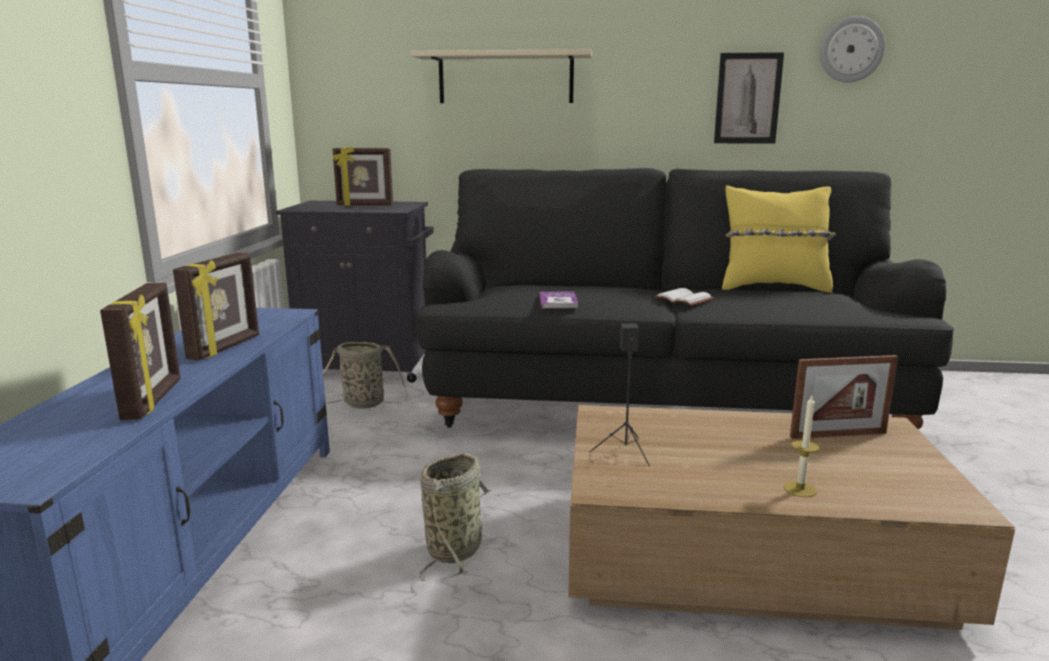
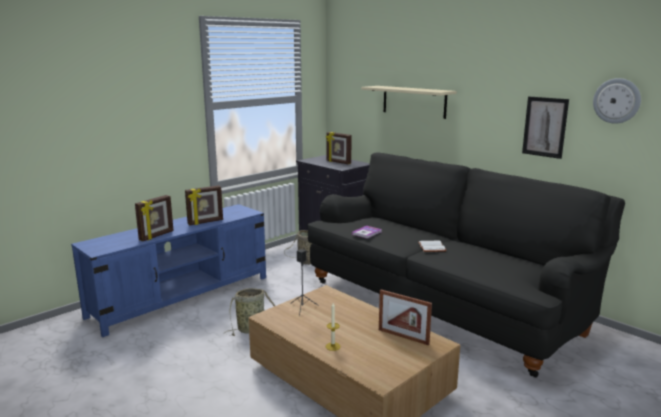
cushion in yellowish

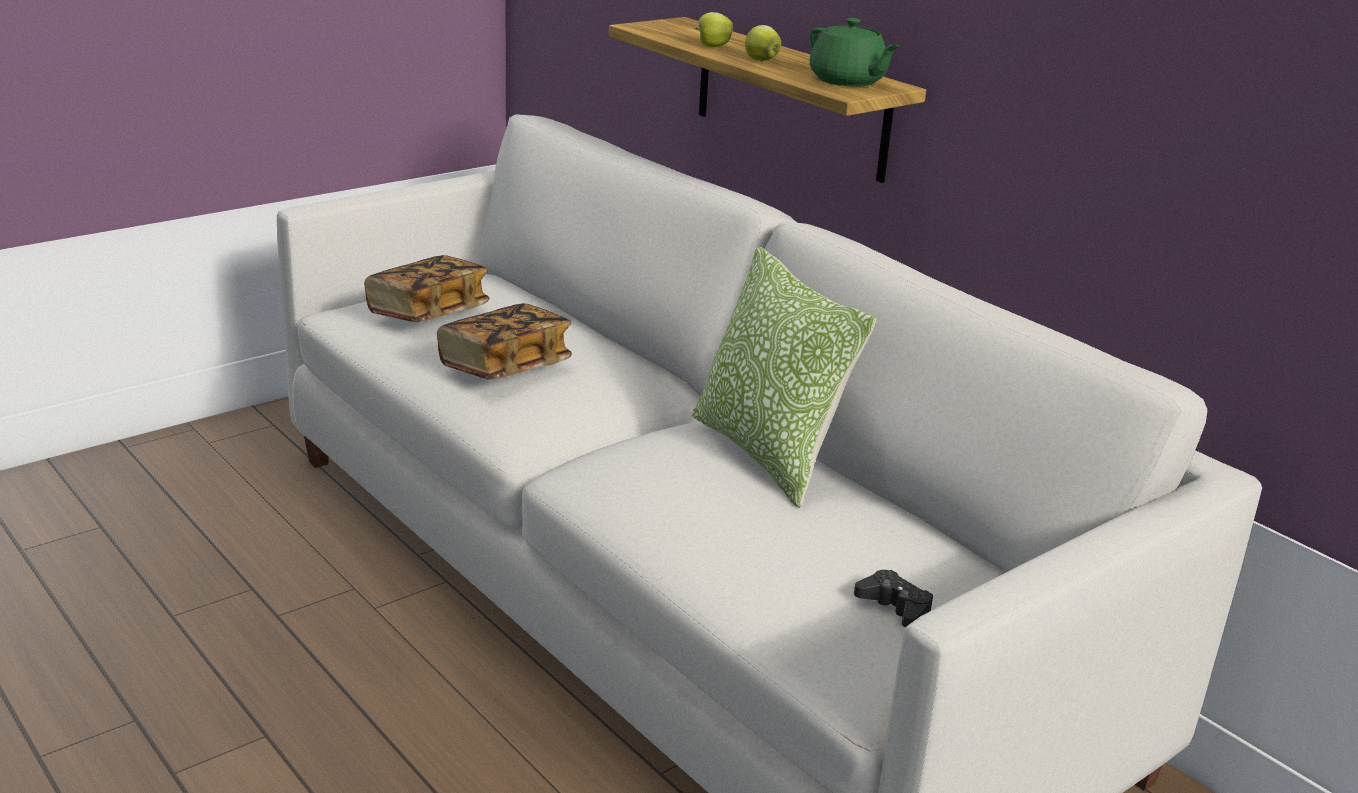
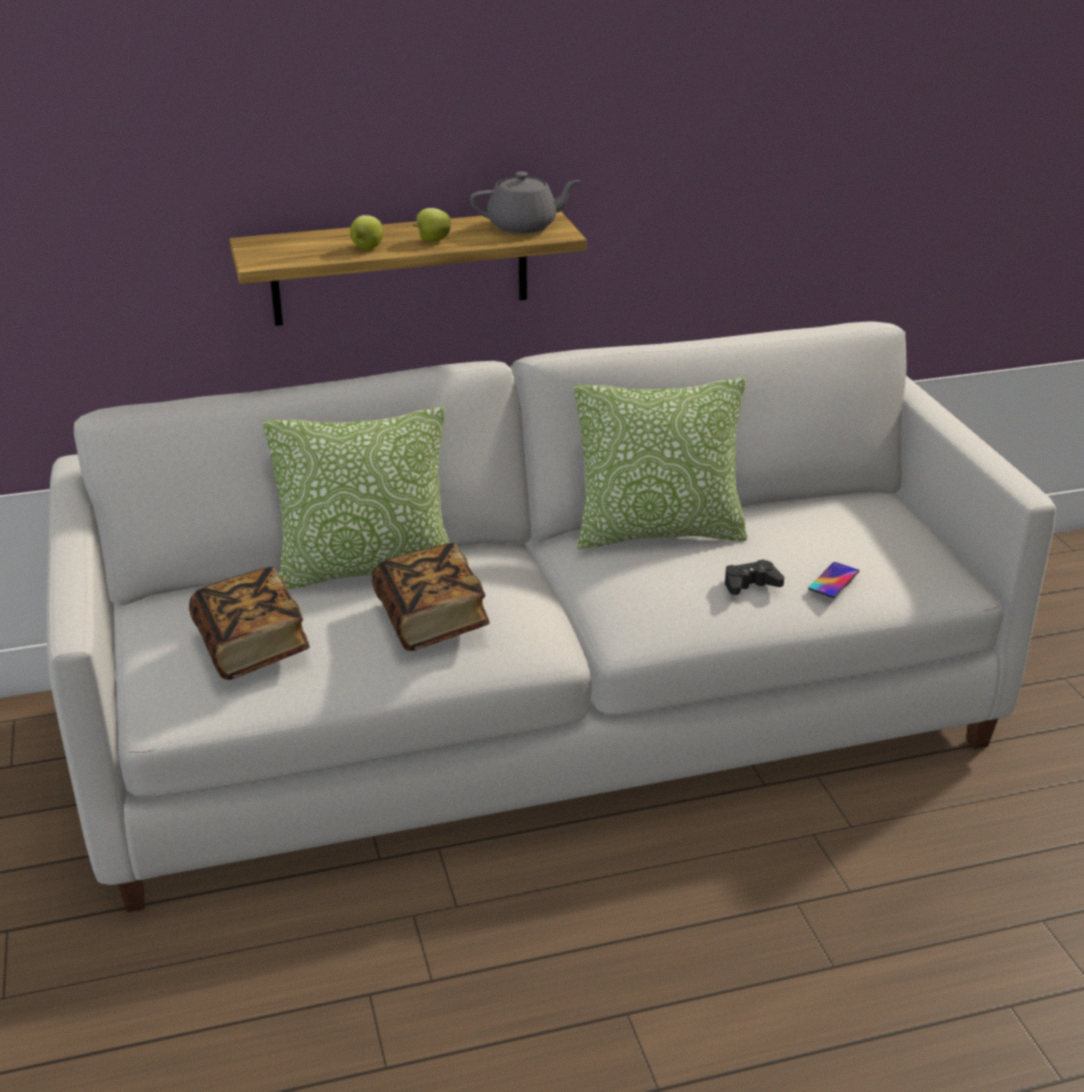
tea pot in gray
gamepad in black-coloured
cushion (1st from left)
telephone

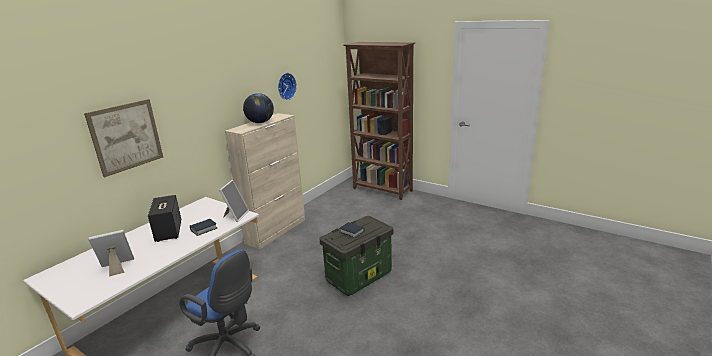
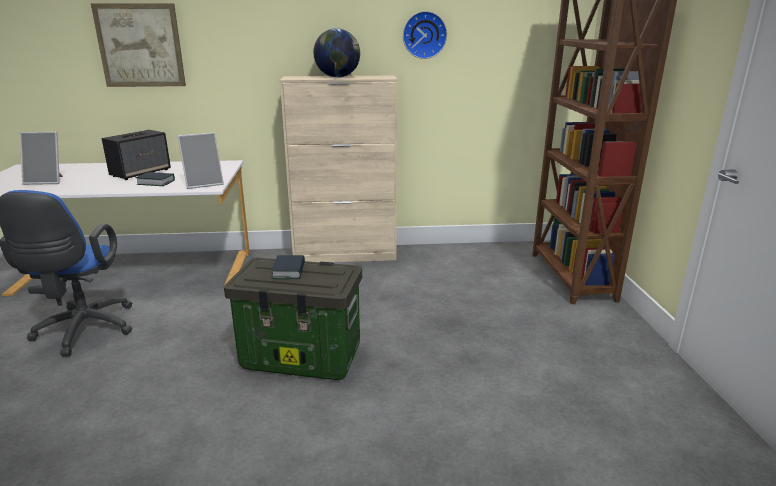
photo frame (1st from left)

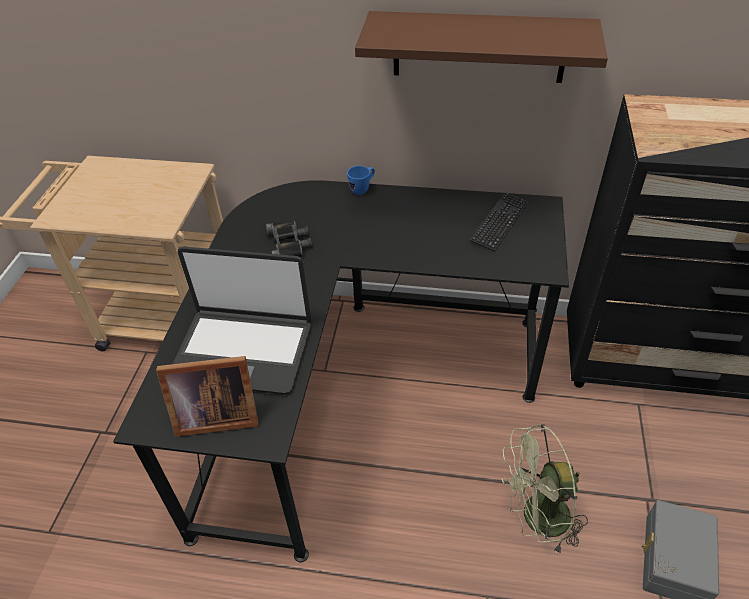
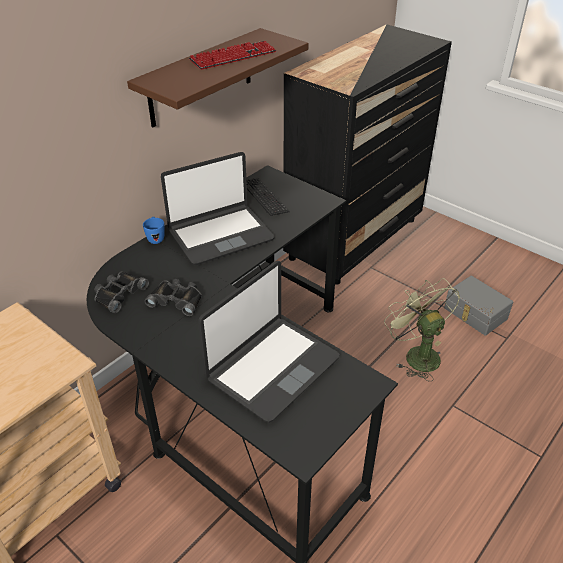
photo frame
cooling fan in green-coloured
keyboard (1st from left)
notebook computer (1st from left)
pair of binoculars in black-coloured (1st from left)

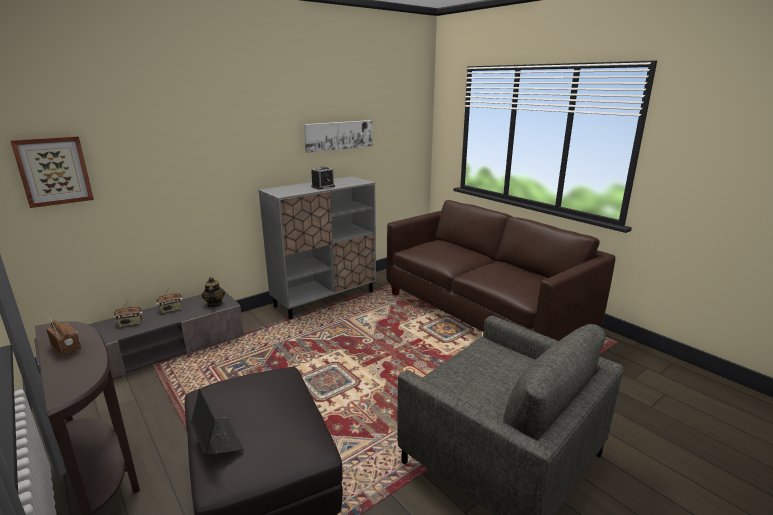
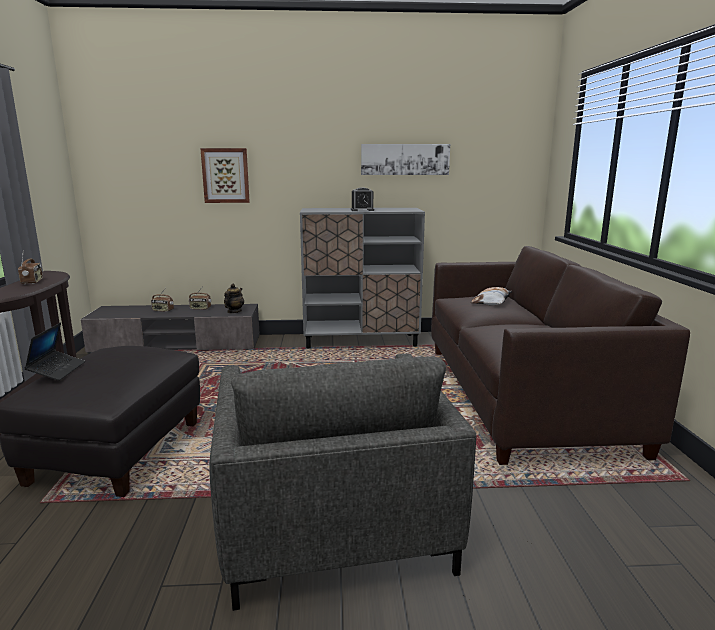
wall art (1st from left)
cushion

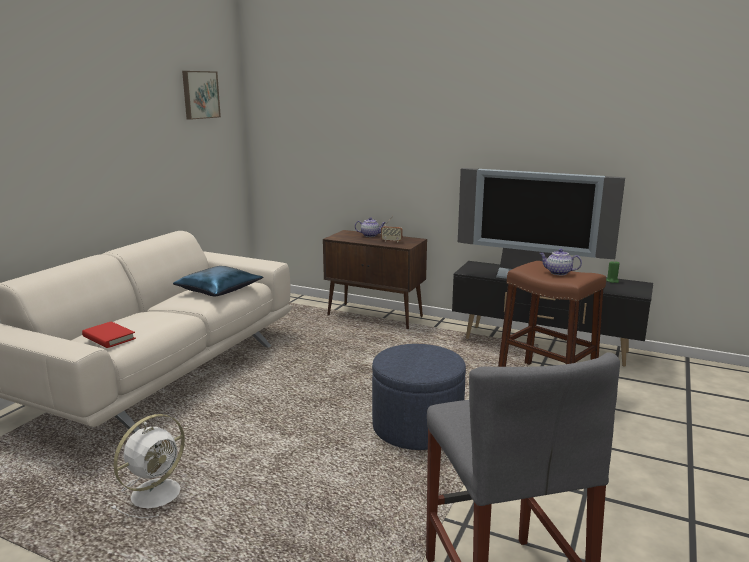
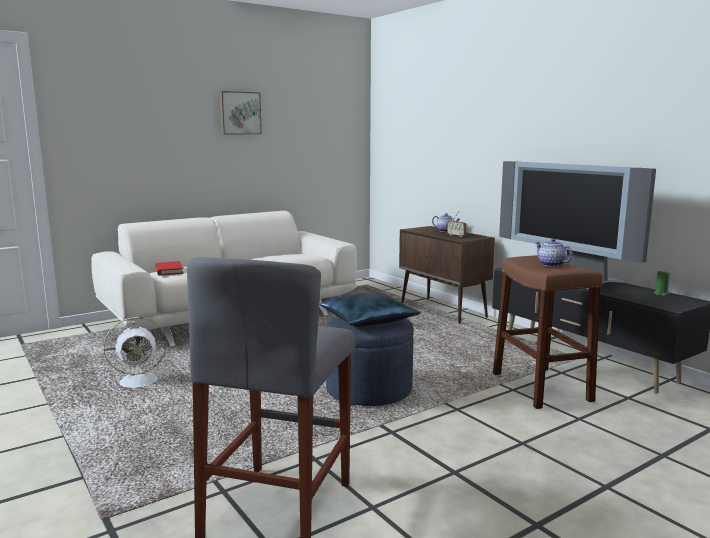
wall art
cushion in blue

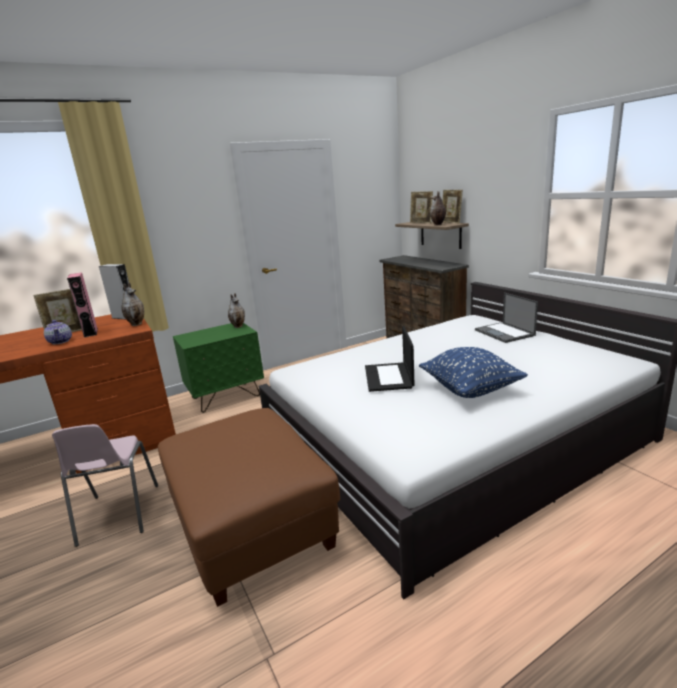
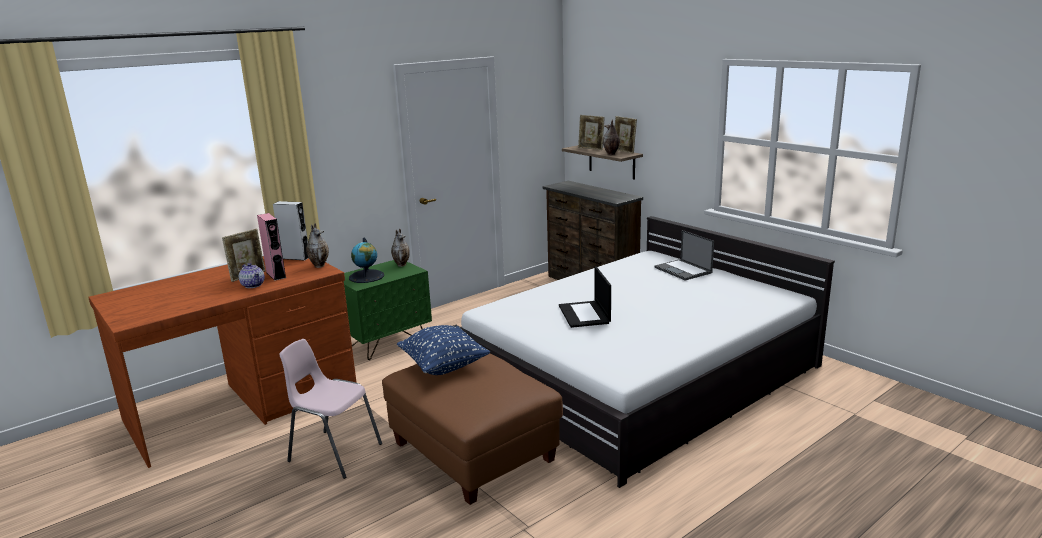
cushion in blue
plain chair in pink-coloured
desk globe

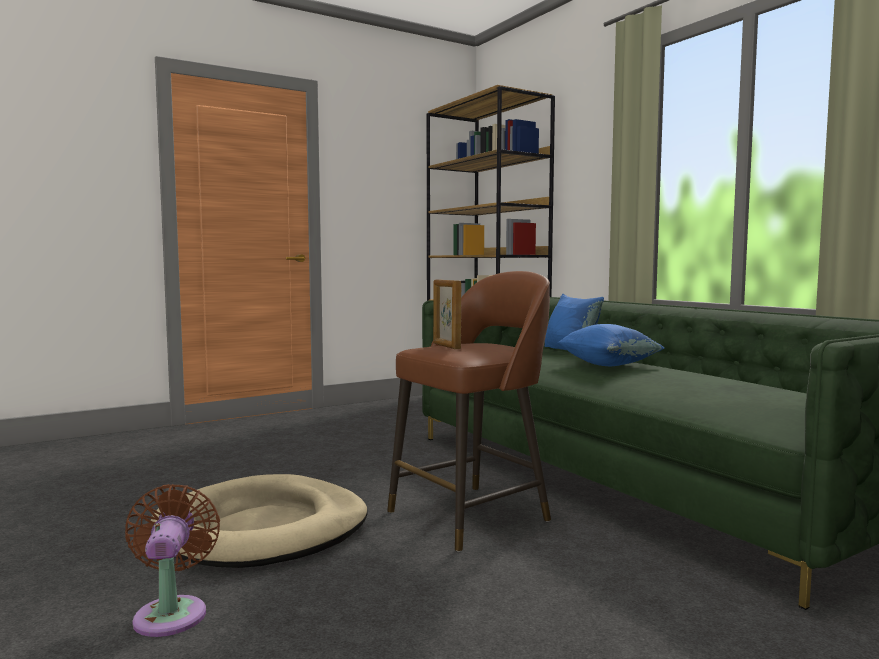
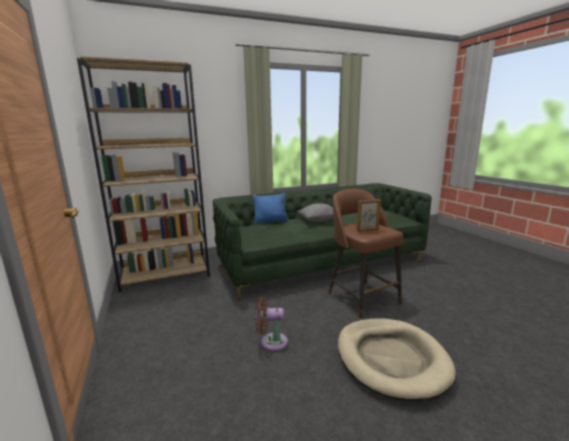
cushion in gray
cooling fan in brownish

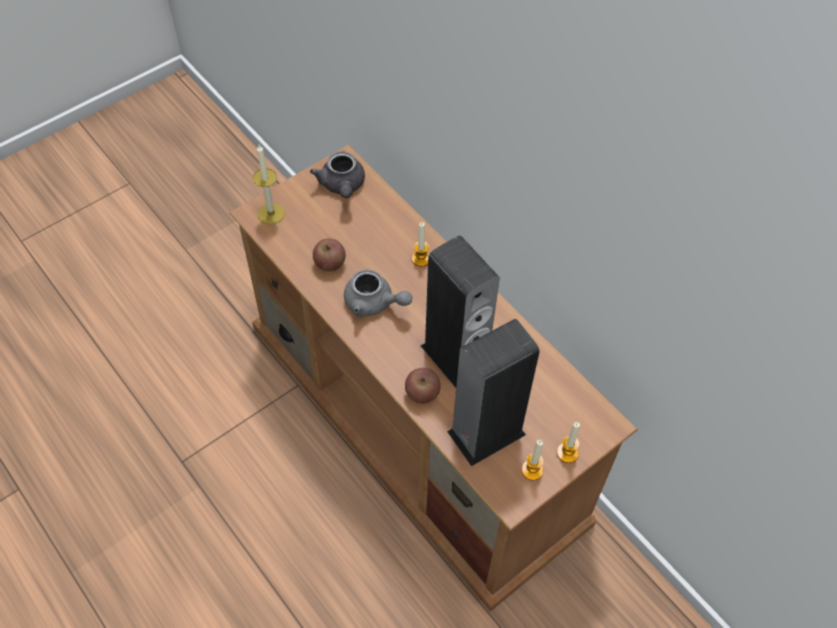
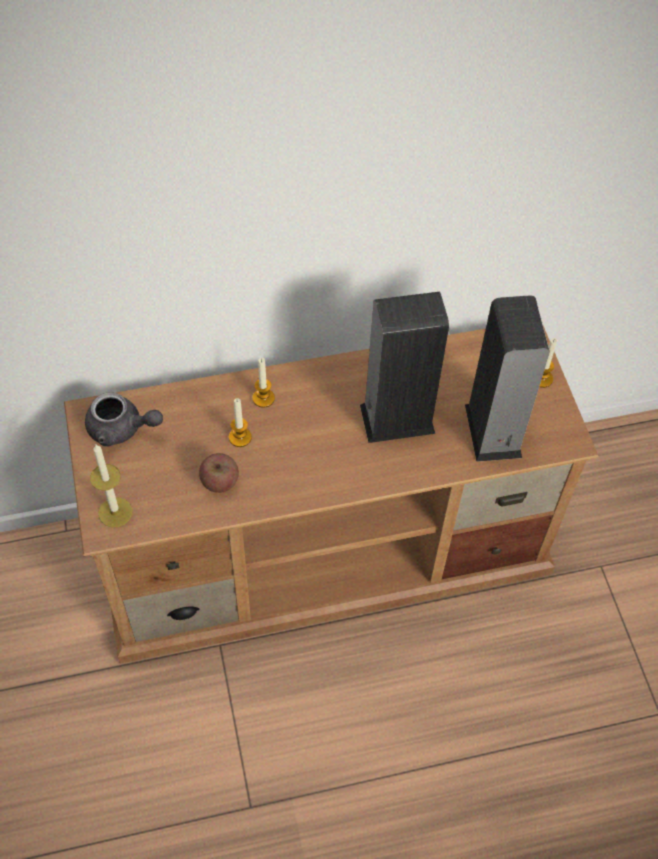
tea pot in gray (2nd from left in the first image)
apple (2nd from left in the first image)
wax light (2nd from left)

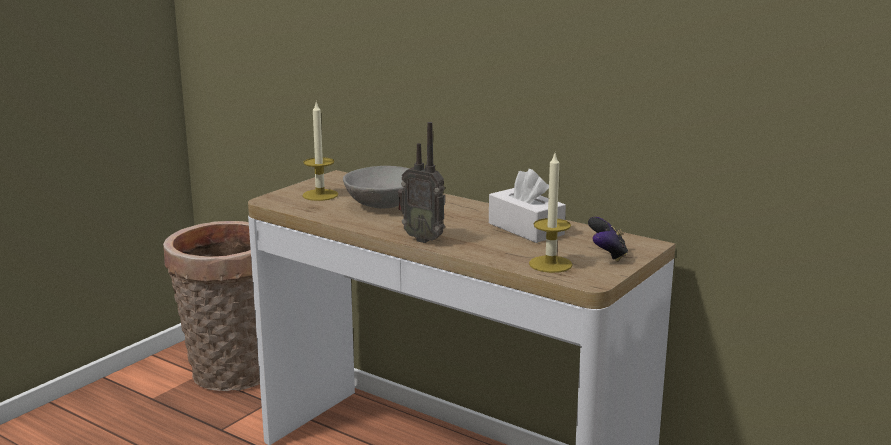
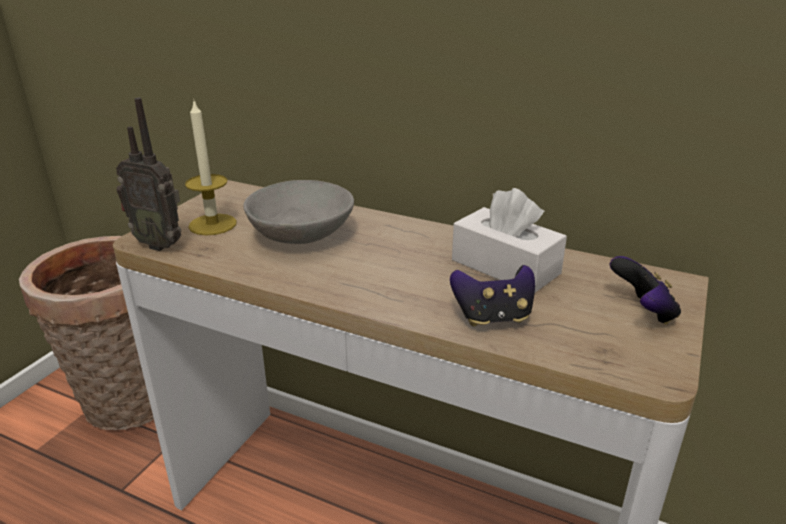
radio receiver
wax light (2nd from left in the first image)
gamepad (1st from left)

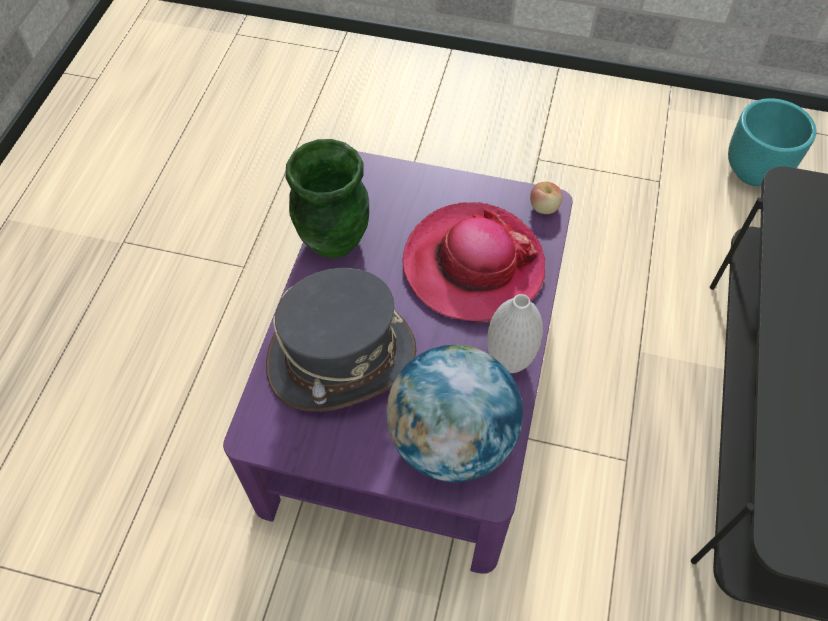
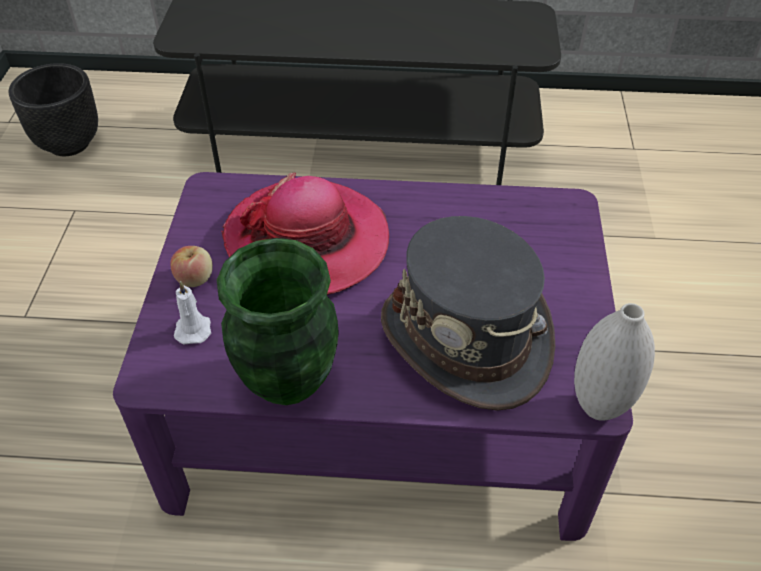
plant pot in black-coloured
apple
vase in whitish
desk globe
wax light in whitish

